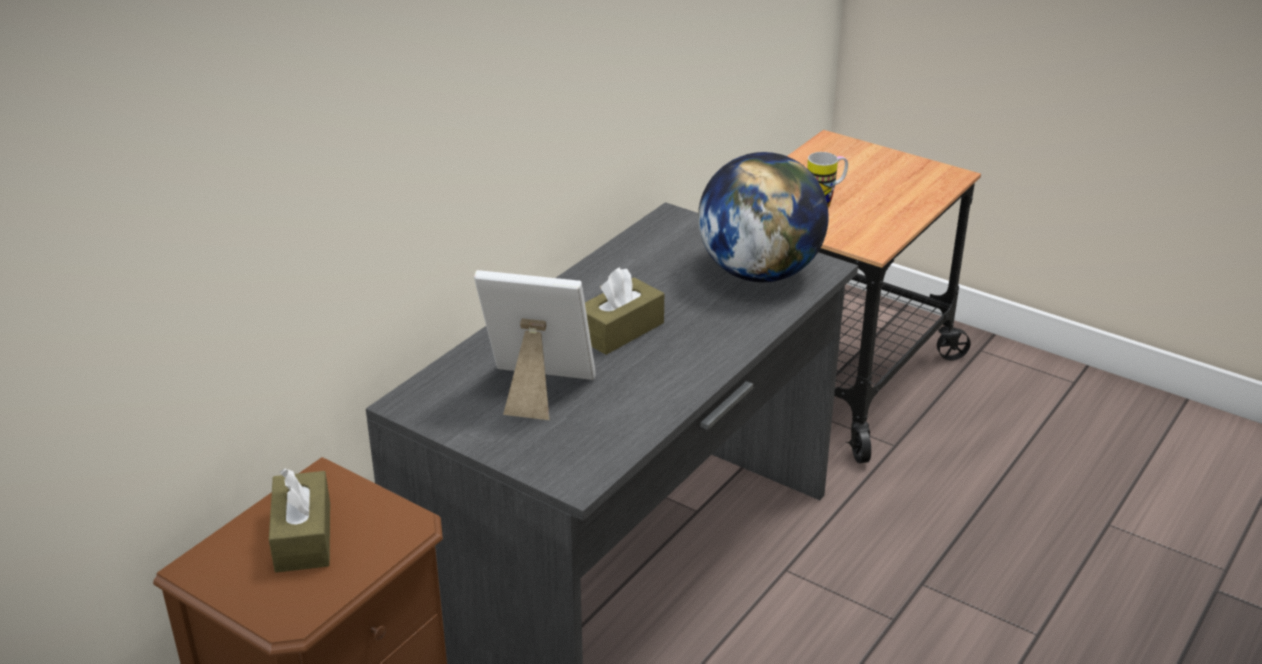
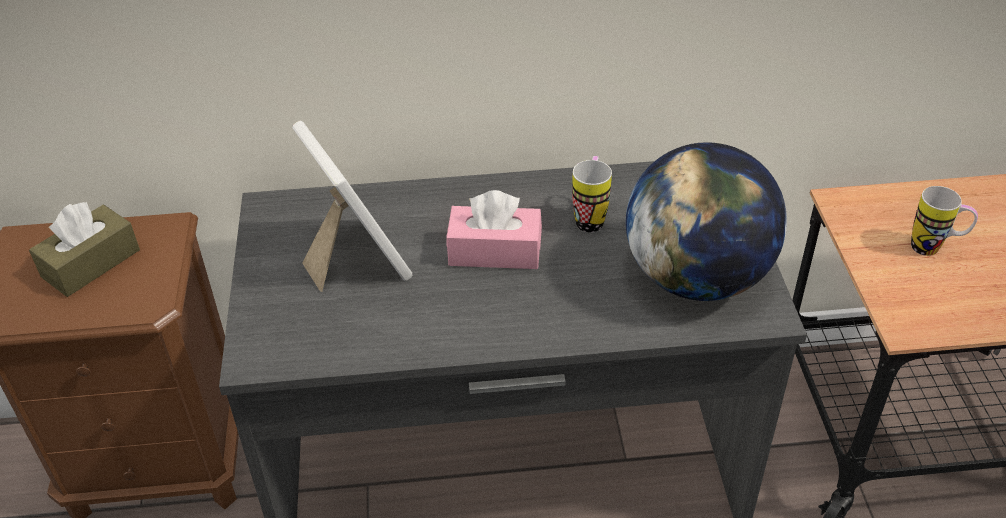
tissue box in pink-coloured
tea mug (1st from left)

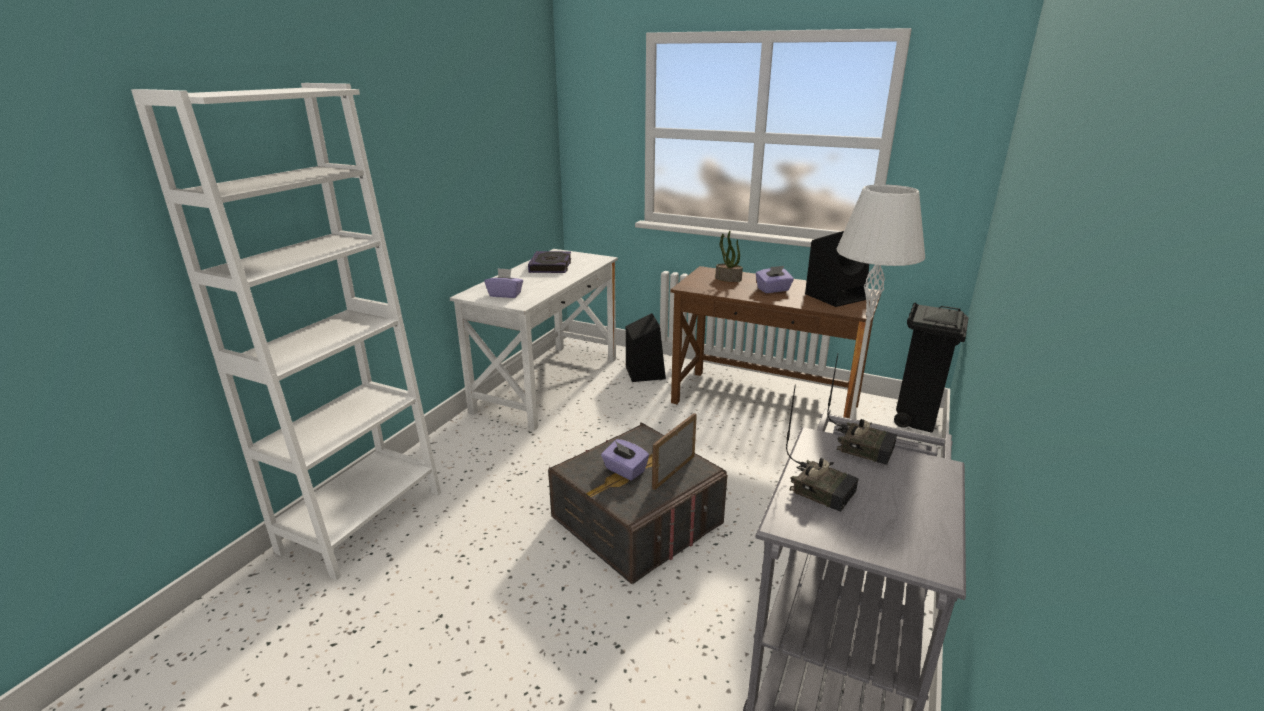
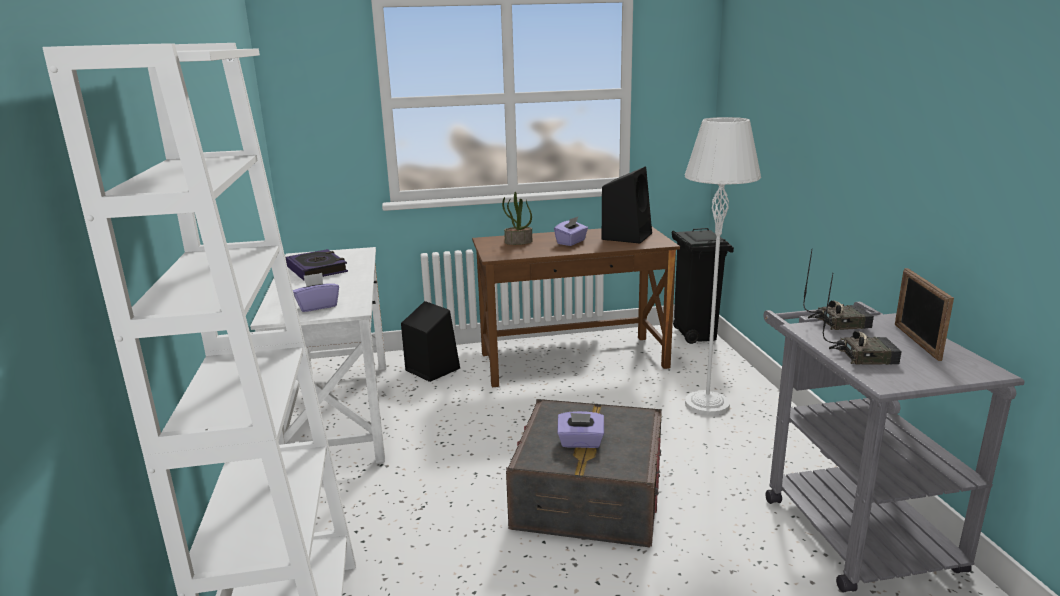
photo frame

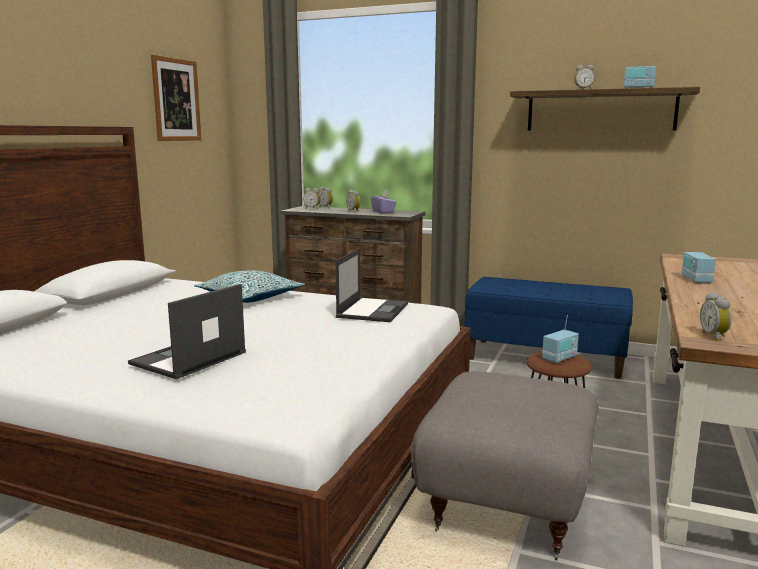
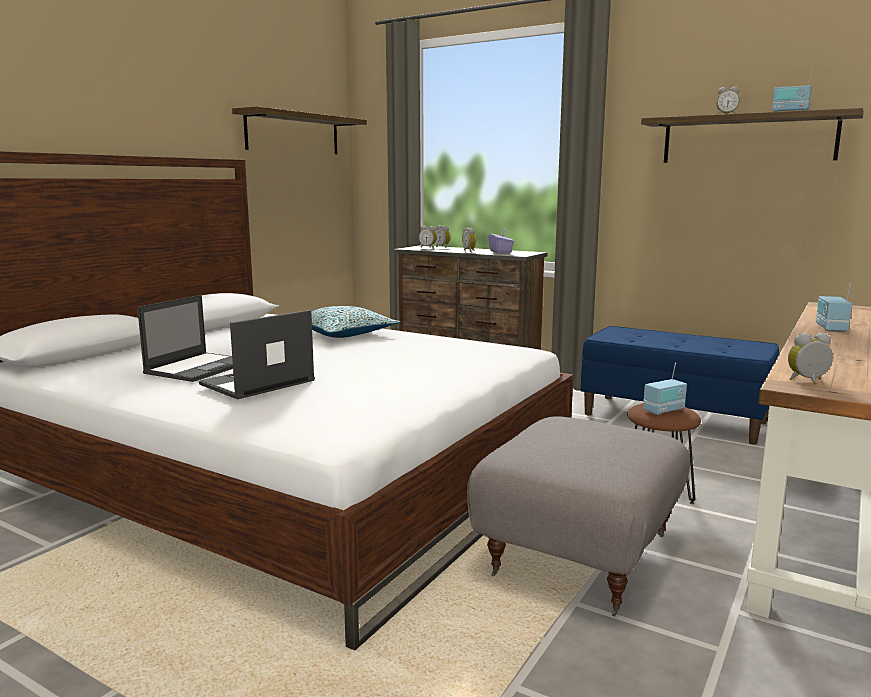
shelf (1st from left)
notebook computer (1st from left)
bedside clock (5th from left)

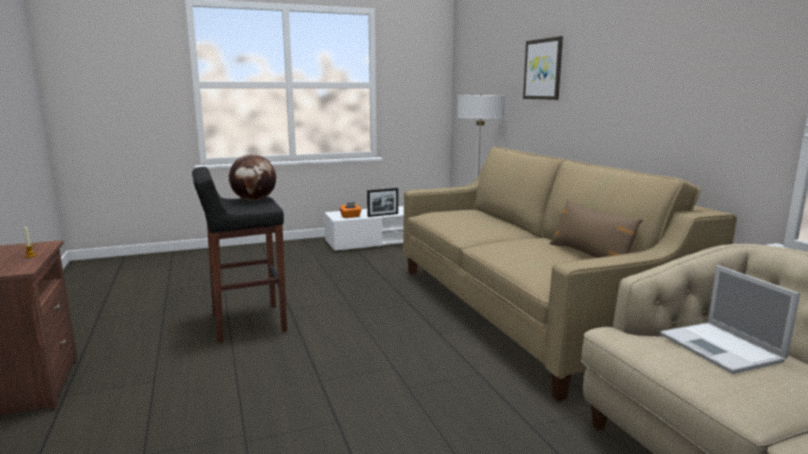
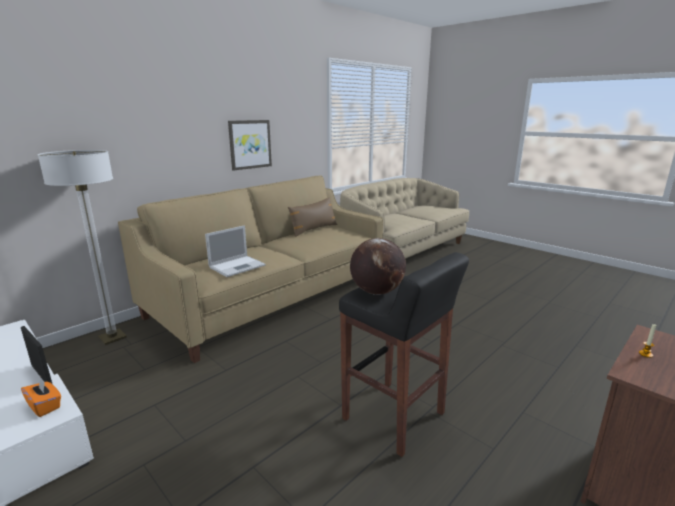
wall art
notebook computer

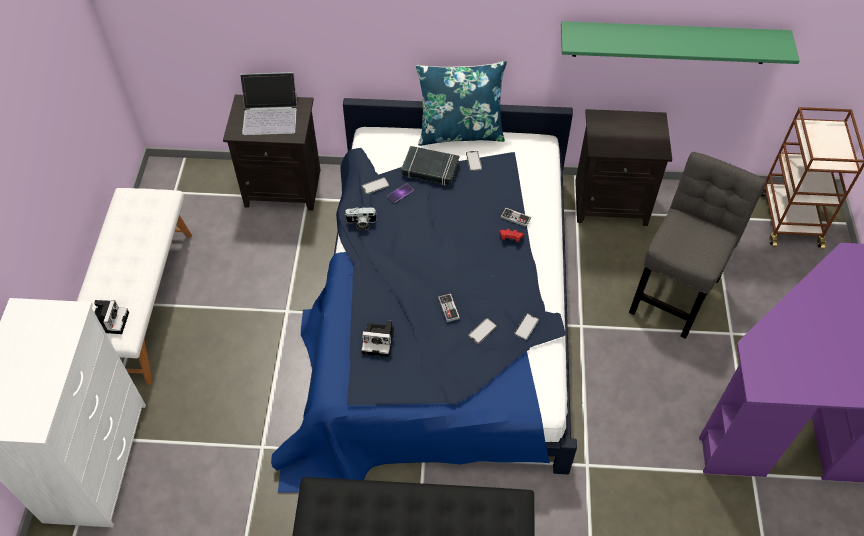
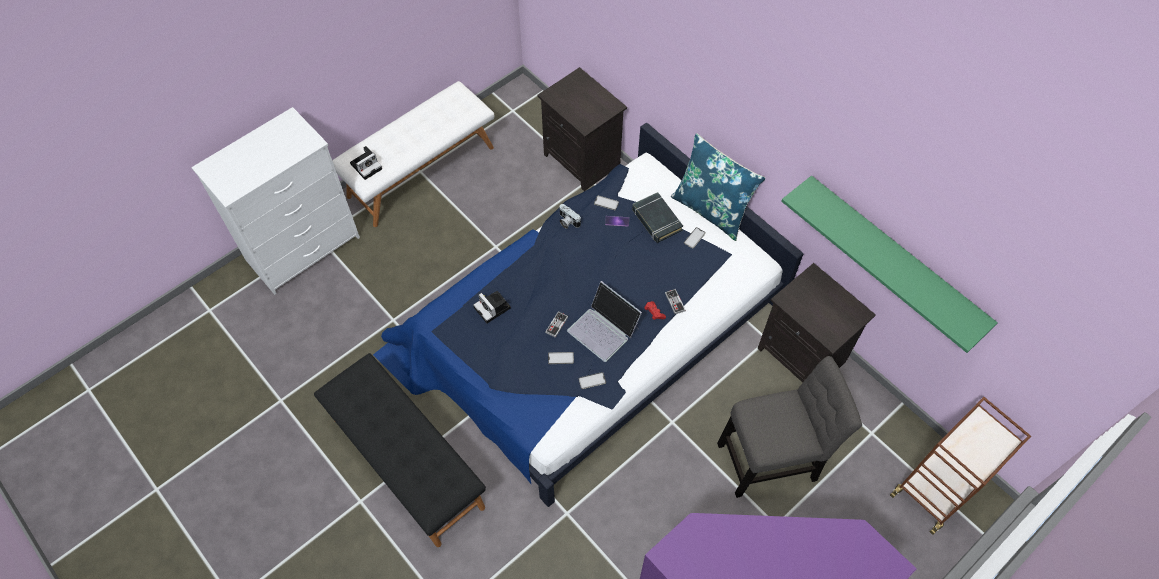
notebook computer

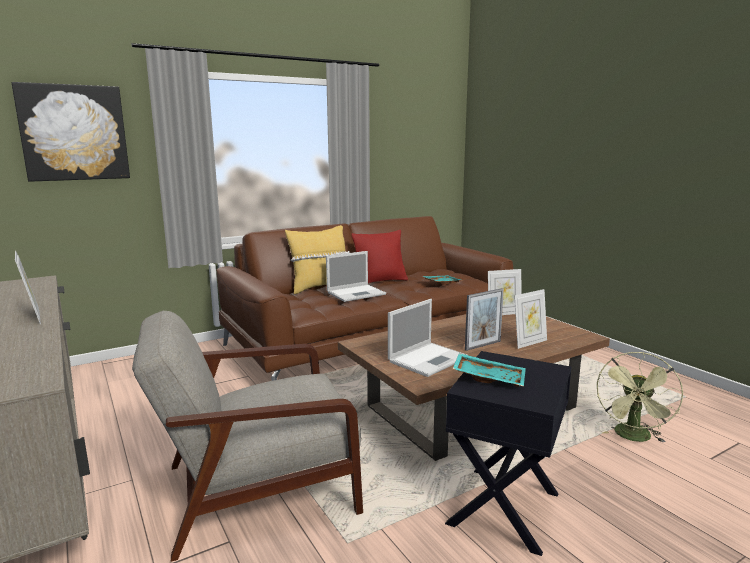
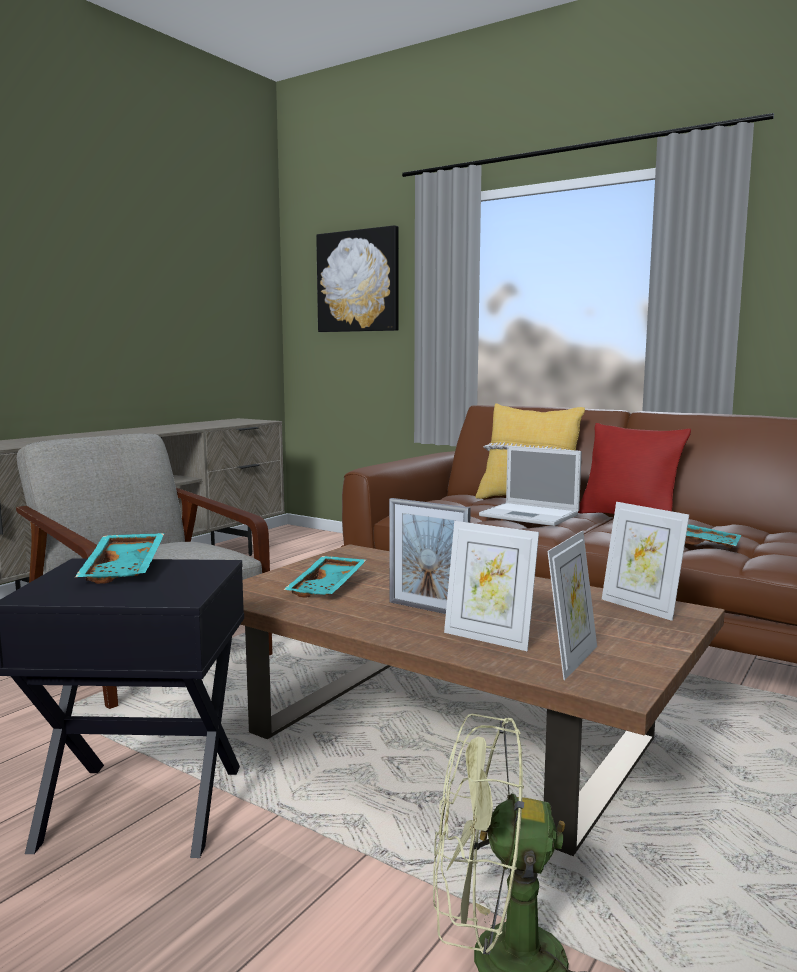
photo frame (3rd from left)
carrying tray in turquoise (2nd from left)

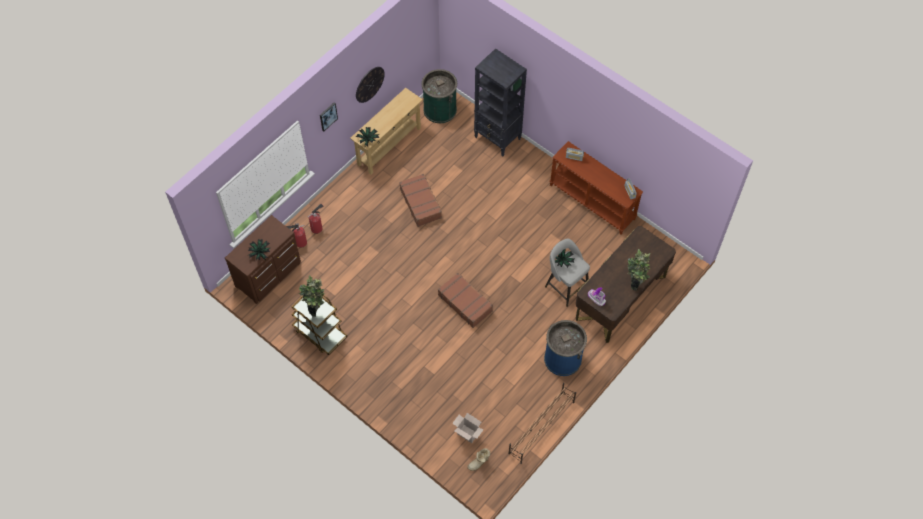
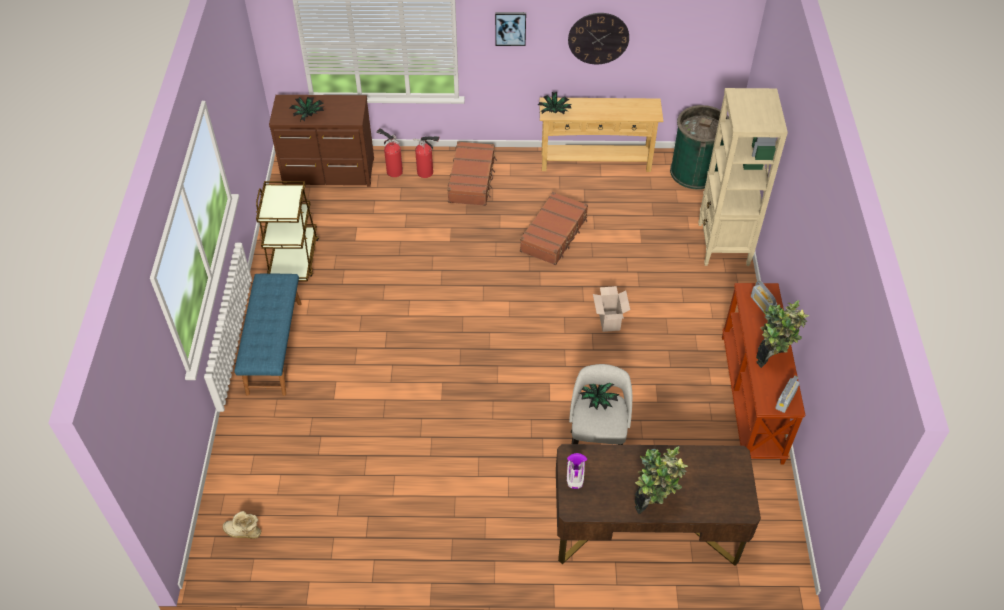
bookshelf in beige-coloured
travel case in brownish (1st from left)
houseplant (5th from left)
waste bin in blue
shoe stand in brownish
cardboard box
bench in blue

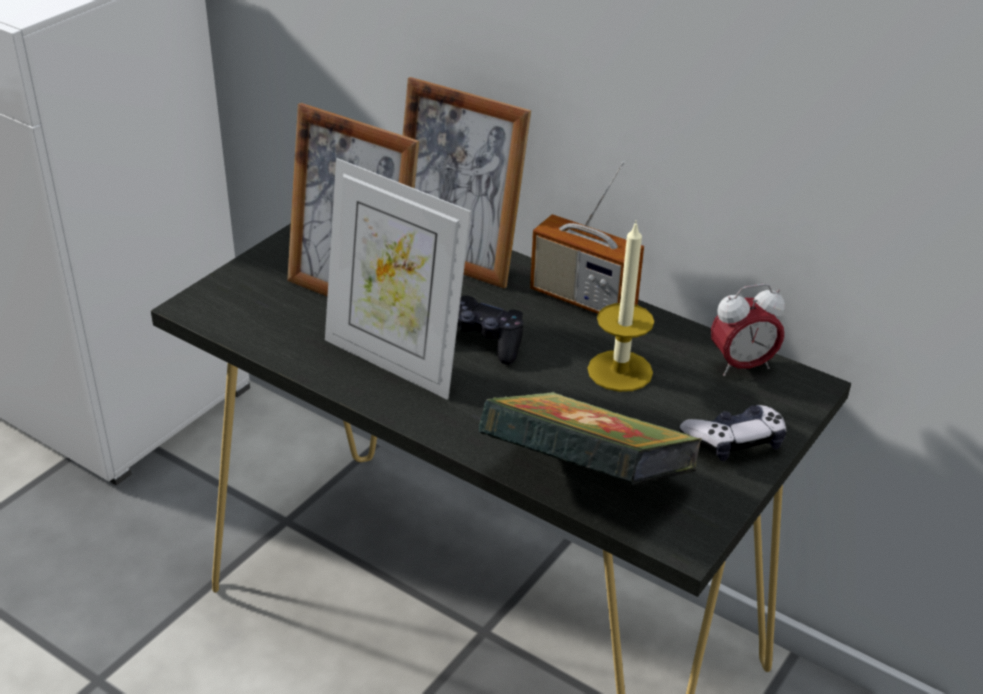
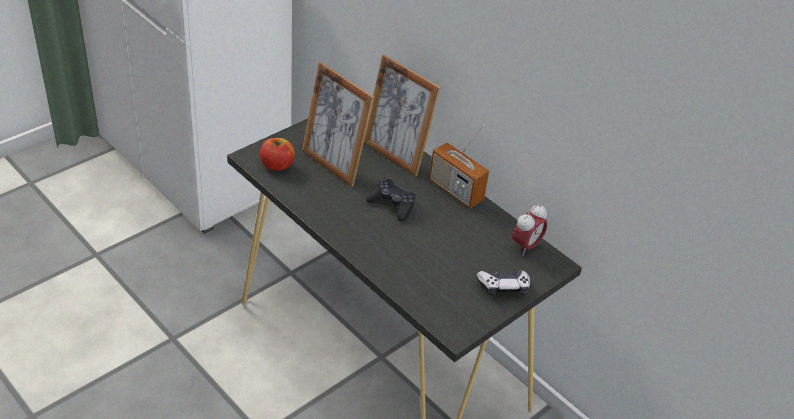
photo frame (2nd from left in the first image)
wax light
bedside clock
book
apple

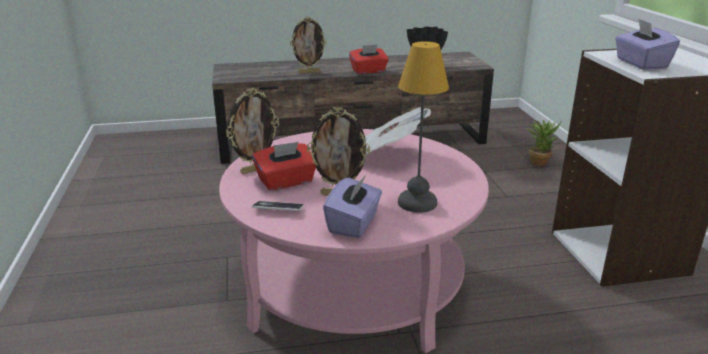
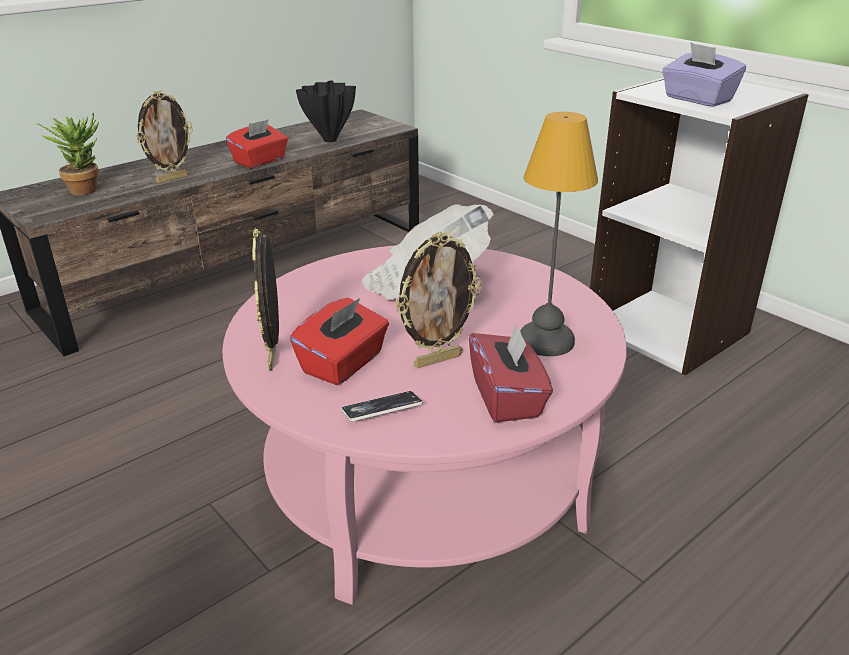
photo frame (2nd from left)
houseplant
tissue box in red (3rd from left)

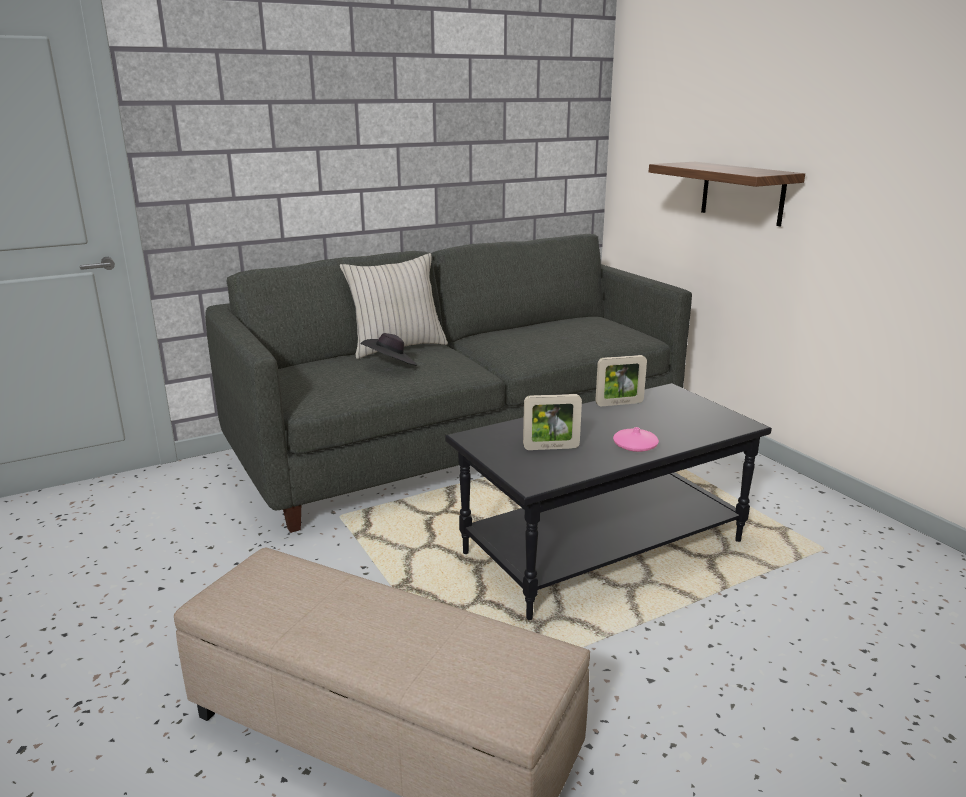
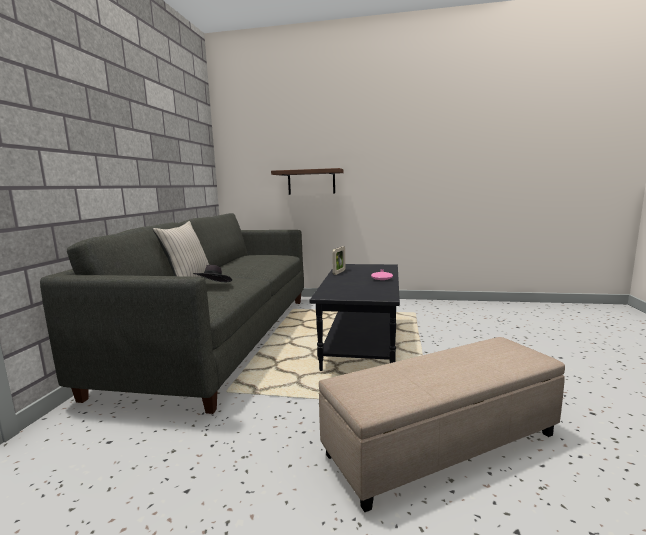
photo frame (1st from left in the first image)

